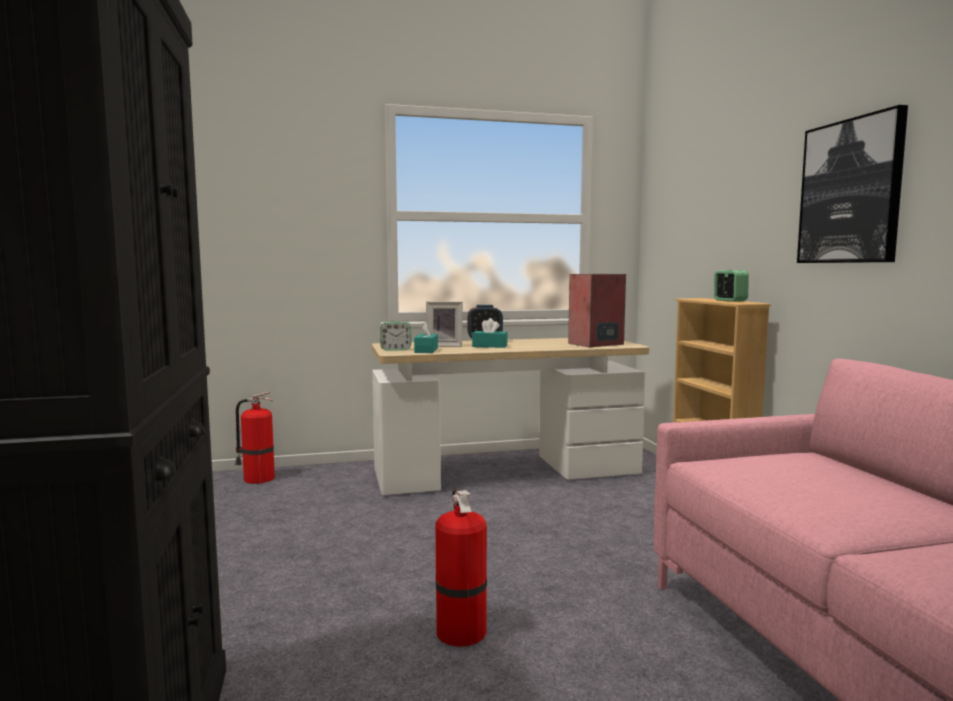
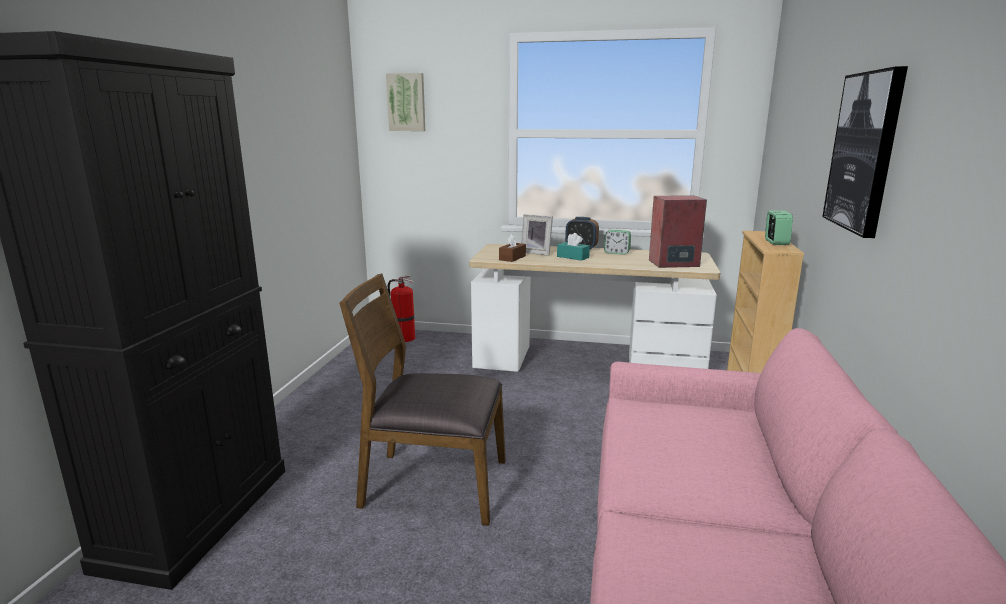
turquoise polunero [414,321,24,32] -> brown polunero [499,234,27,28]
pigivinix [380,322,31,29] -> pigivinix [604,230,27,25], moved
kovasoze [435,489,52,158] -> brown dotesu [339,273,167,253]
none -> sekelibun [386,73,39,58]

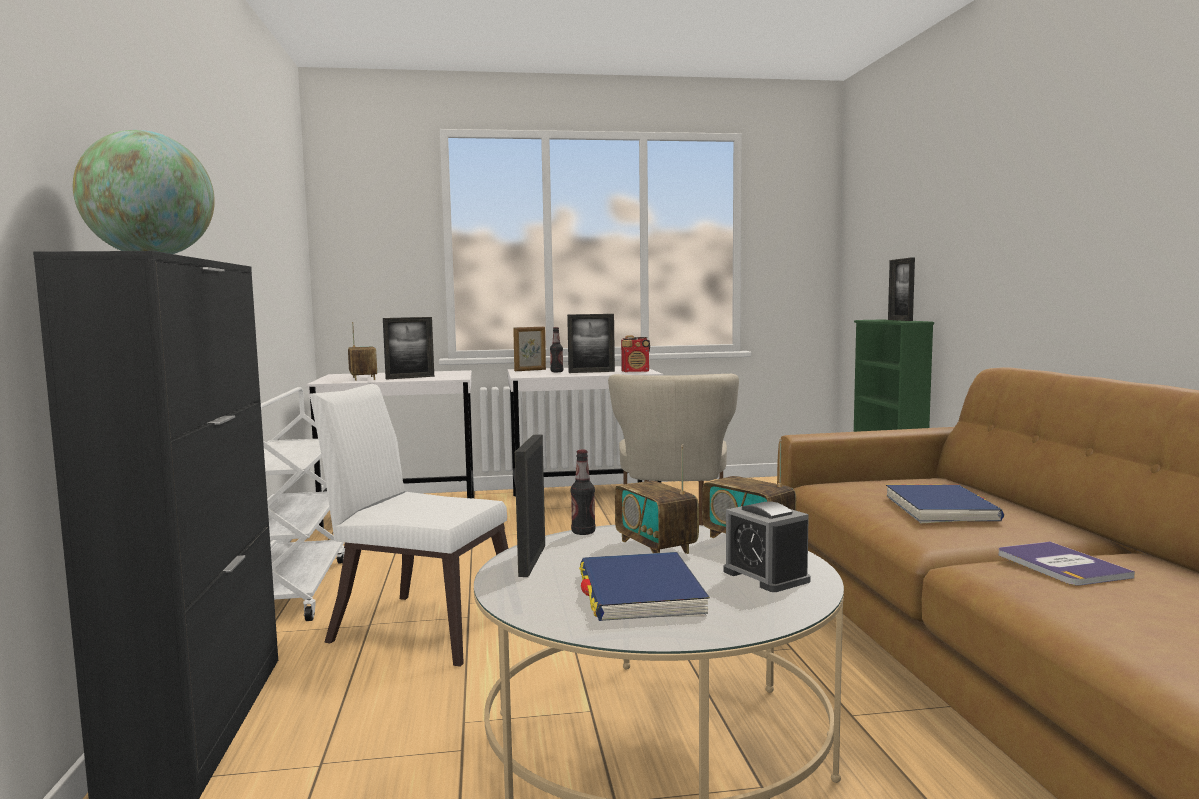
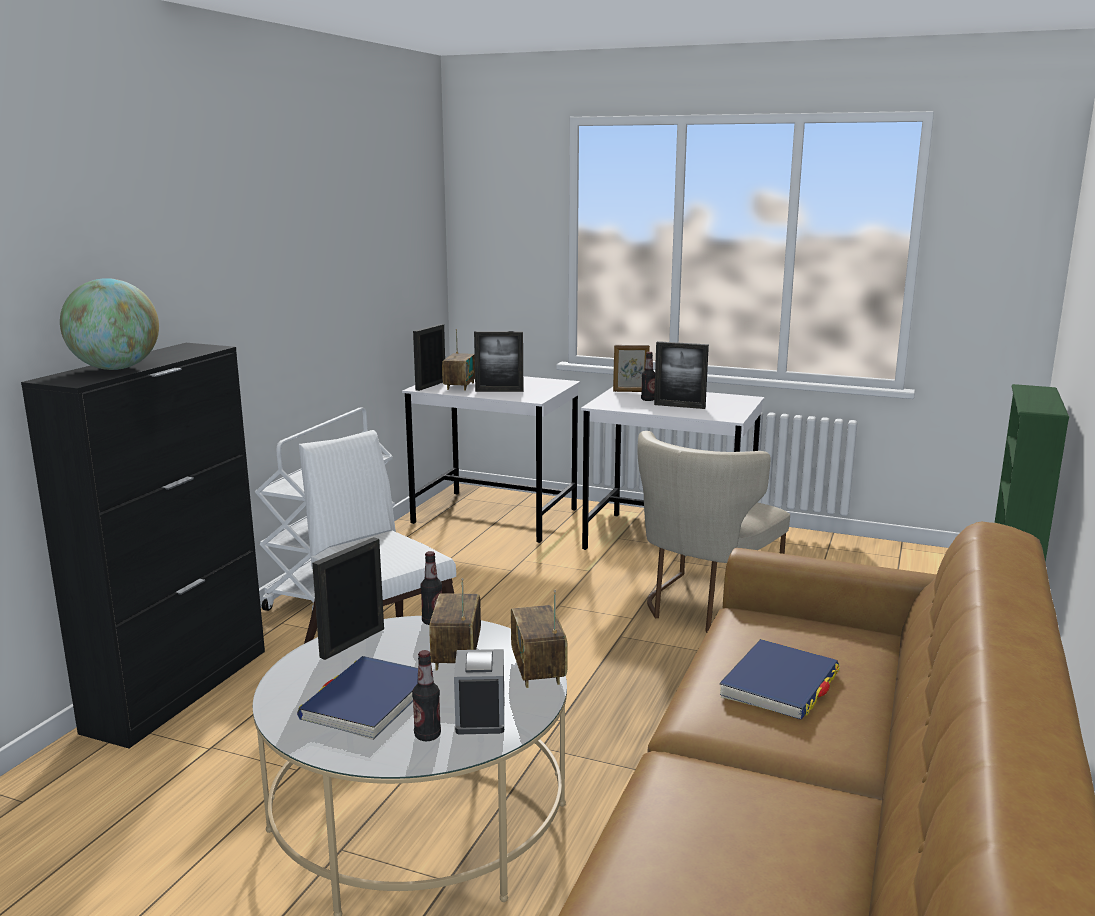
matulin [888,258,27,63] -> matulin [413,324,32,67], moved
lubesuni [621,335,29,37] -> none
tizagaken [998,542,137,44] -> none
none -> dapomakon [412,650,29,91]

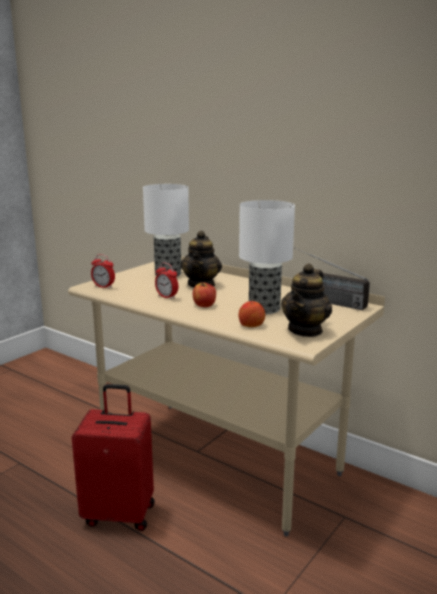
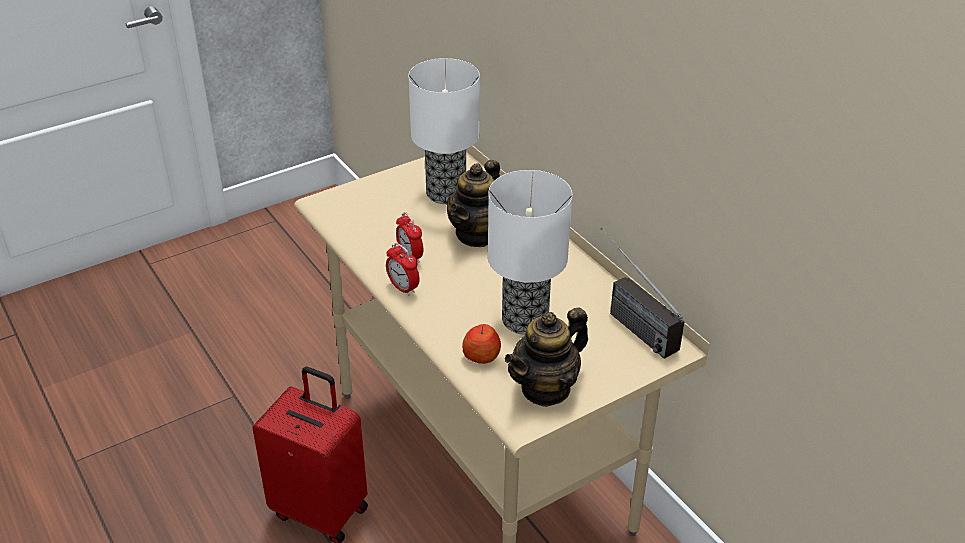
pigivinix [91,254,24,35] -> pigivinix [386,243,34,53], moved
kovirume [193,282,23,25] -> none

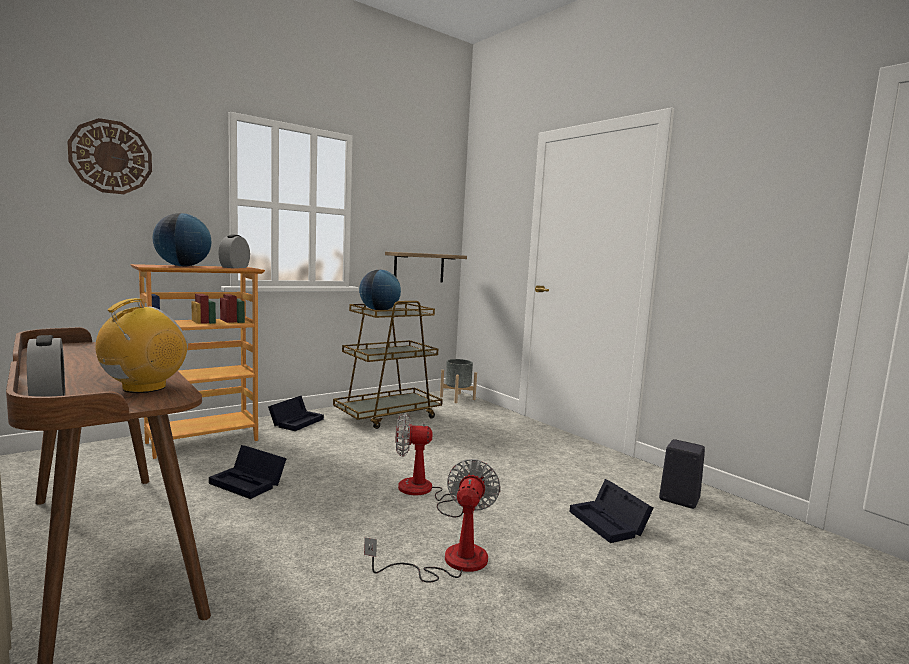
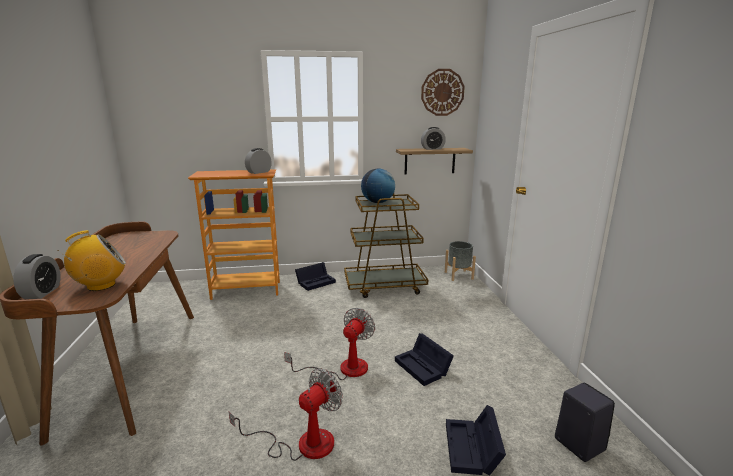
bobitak [67,118,85,76] -> bobitak [421,69,44,47], moved
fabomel [153,213,59,53] -> none
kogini [396,413,67,104] -> kogini [284,308,91,72], 90 degrees clockwise
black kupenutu [209,445,78,54] -> black kupenutu [395,333,59,53], moved
none -> pigivinix [421,127,25,23]

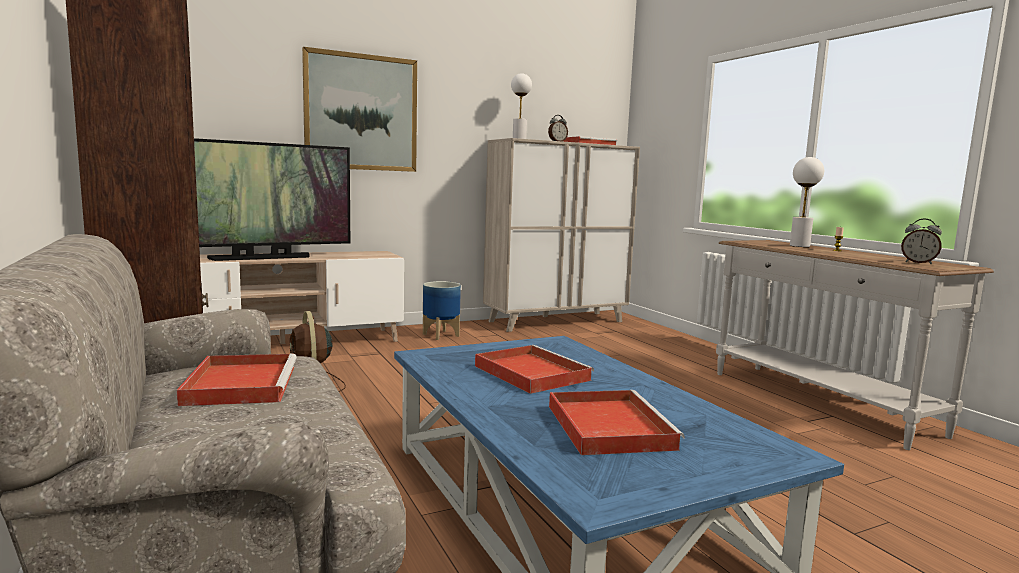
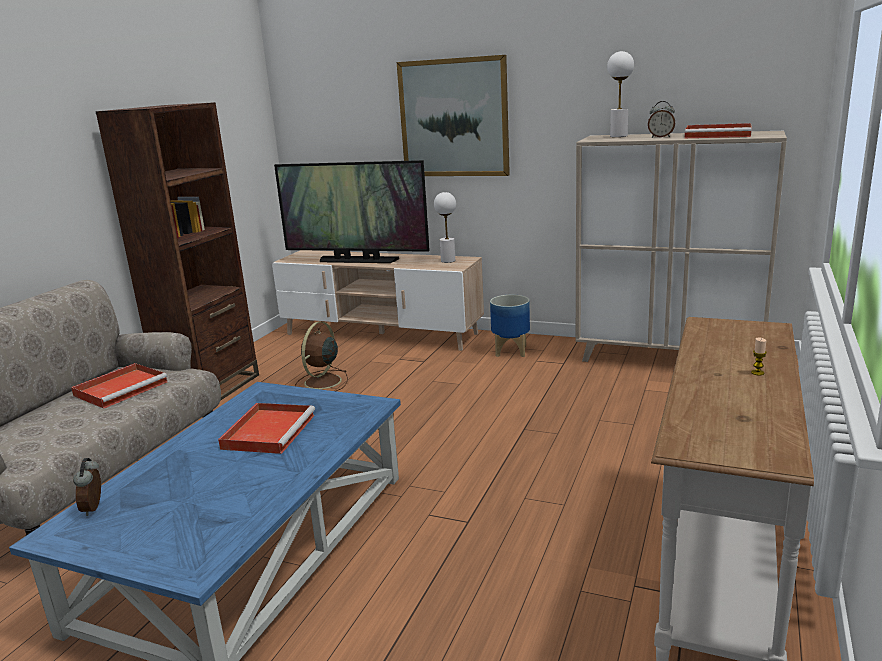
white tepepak [790,157,34,90] -> white tepepak [434,192,22,71], moved
pigivinix [901,219,41,45] -> pigivinix [73,458,28,58], moved
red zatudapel [549,390,136,65] -> none

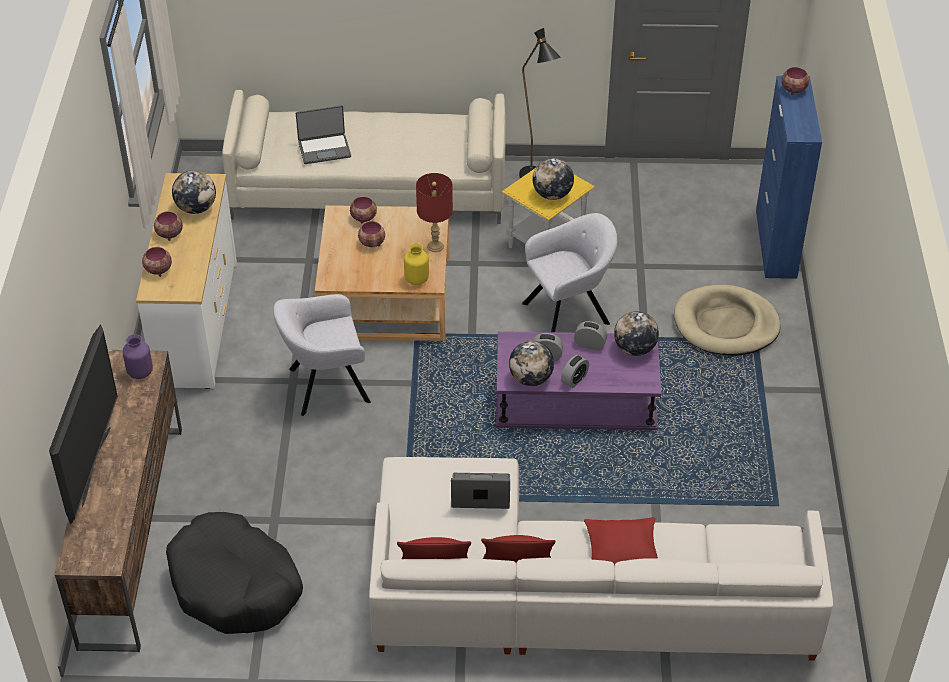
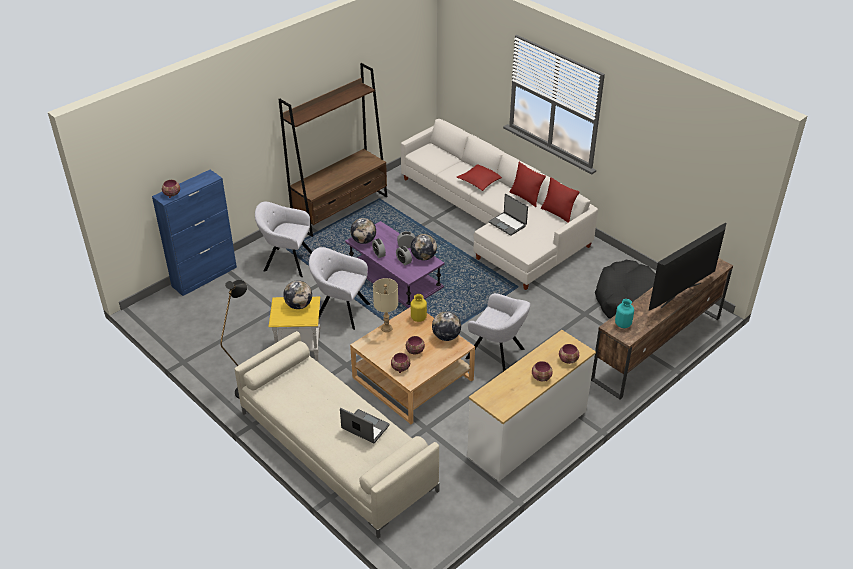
fabomel [172,170,44,44] -> fabomel [432,311,29,30], moved
red tepepak [416,173,37,79] -> beige tepepak [373,278,25,54]
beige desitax [674,285,106,70] -> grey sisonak [255,202,58,75]
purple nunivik [123,334,30,45] -> turquoise nunivik [615,299,19,29]
none -> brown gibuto [279,63,108,174]

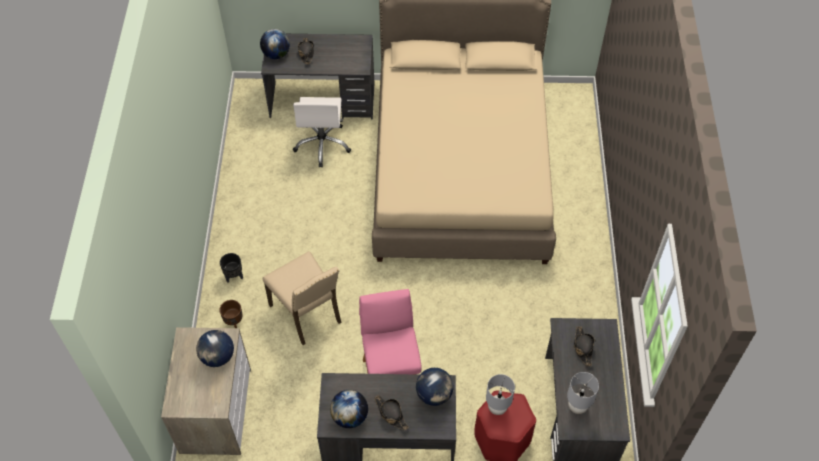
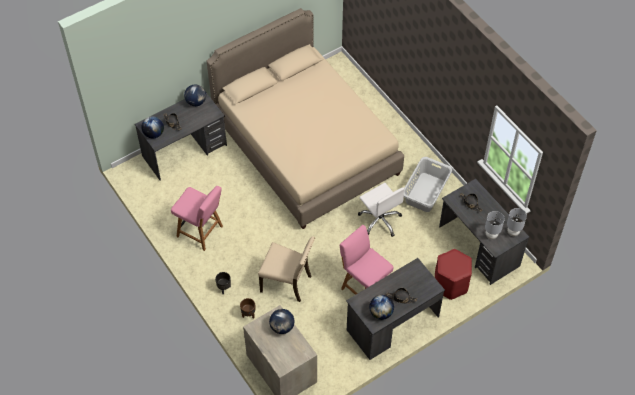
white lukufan [293,97,58,70] -> white lukufan [358,183,47,54], moved
fabomel [416,368,38,38] -> fabomel [184,85,22,21], moved
grey tepepak [486,374,29,41] -> grey tepepak [507,208,20,28], moved
none -> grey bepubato [404,157,48,55]
none -> pink dotesu [171,186,52,65]

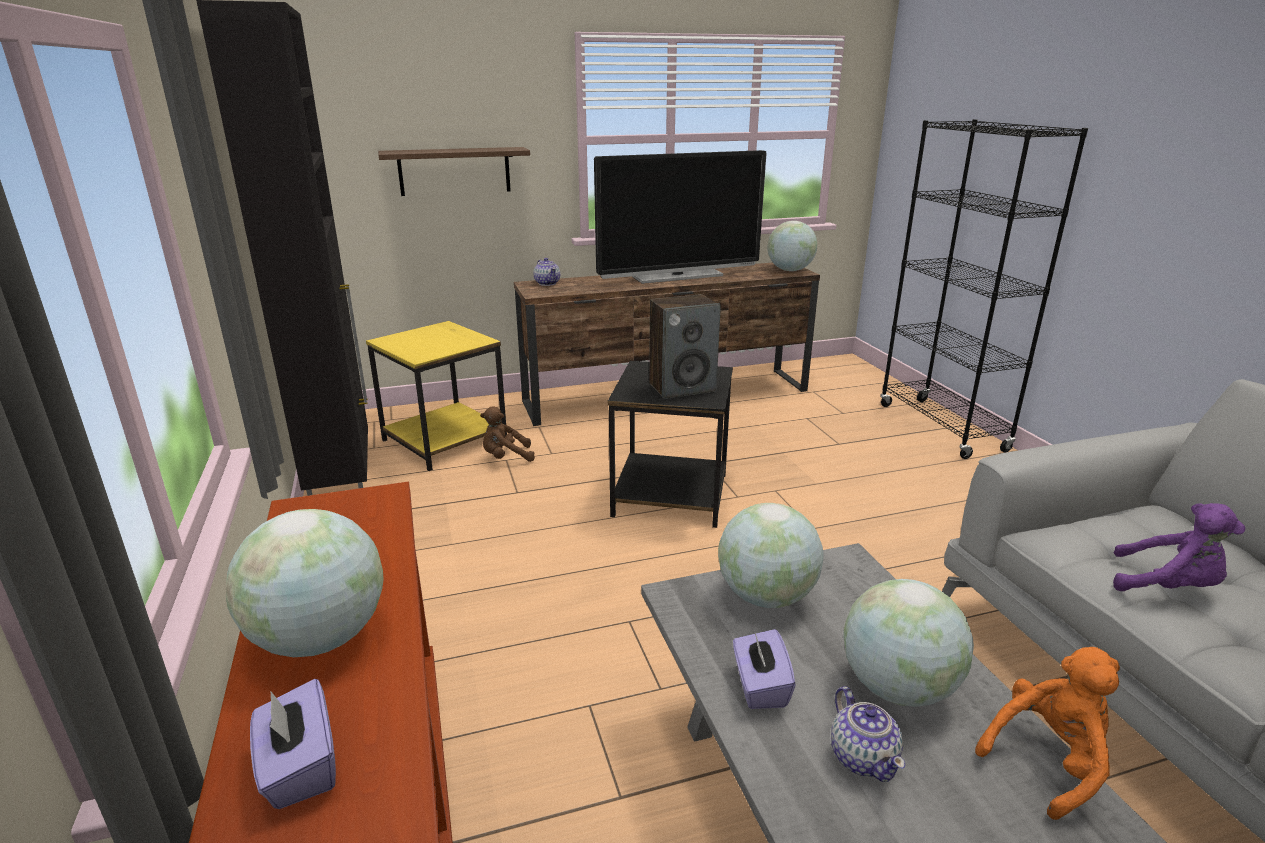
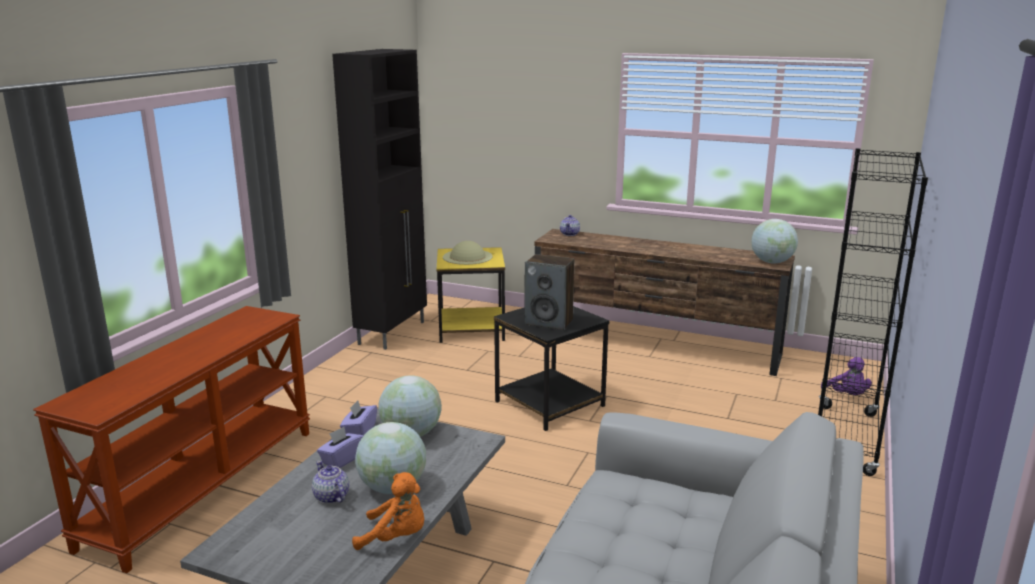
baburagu [378,147,152,49] -> none
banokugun [594,150,173,134] -> none
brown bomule [480,407,55,55] -> none
purple bomule [1113,503,133,88] -> purple bomule [821,357,51,38], moved
fabomel [226,509,158,148] -> none
purple polunero [250,679,86,130] -> purple polunero [340,400,37,35], moved
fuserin [831,686,74,96] -> fuserin [312,461,37,43], 120 degrees clockwise
none -> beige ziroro [443,241,50,24]

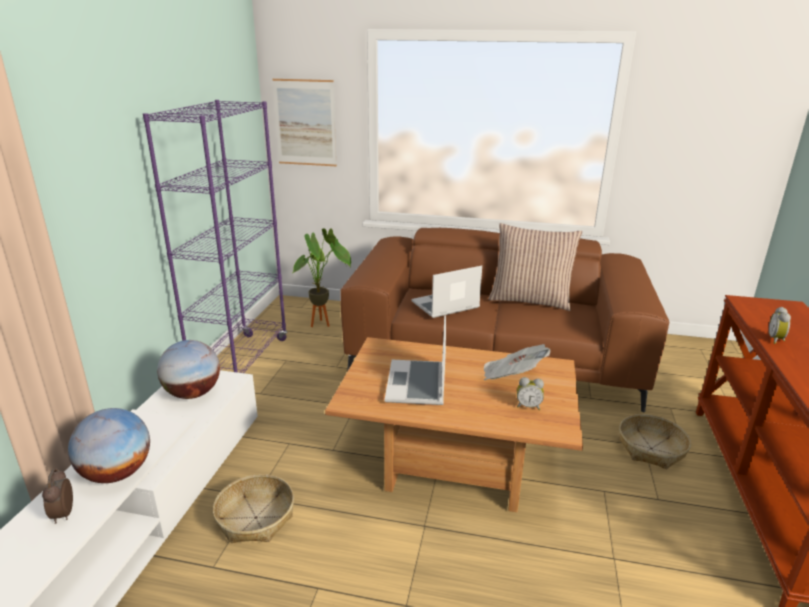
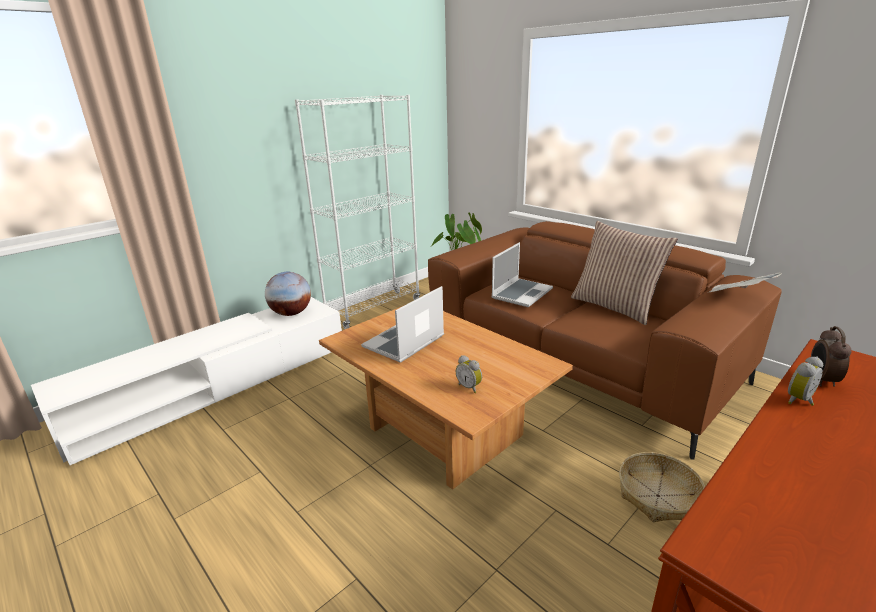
sekelibun [272,79,65,87] -> none
purple gibuto [143,100,144,273] -> white gibuto [295,95,125,234]
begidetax [411,266,71,52] -> begidetax [491,242,62,65], 120 degrees clockwise
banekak [484,344,67,36] -> banekak [707,272,75,21], moved
fabomel [68,408,82,75] -> none
pigivinix [42,468,31,56] -> pigivinix [811,326,41,61], moved
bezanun [213,474,81,69] -> none

